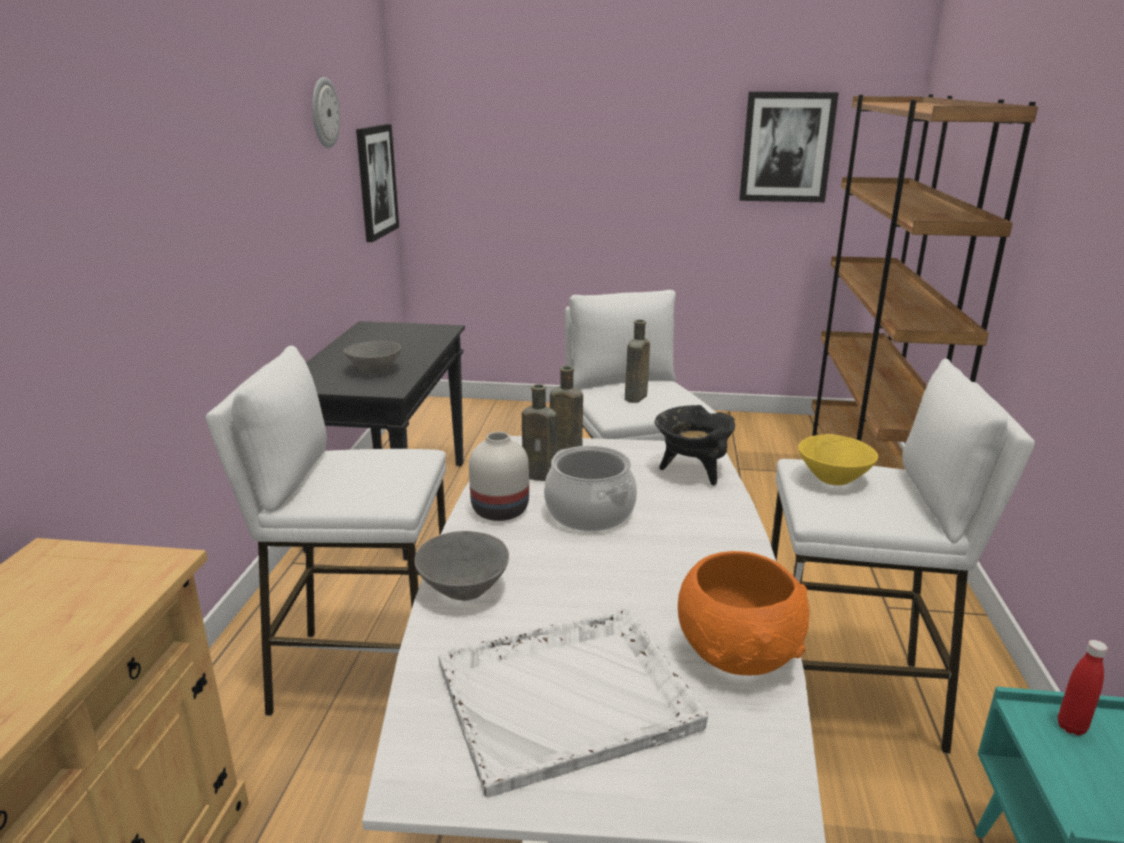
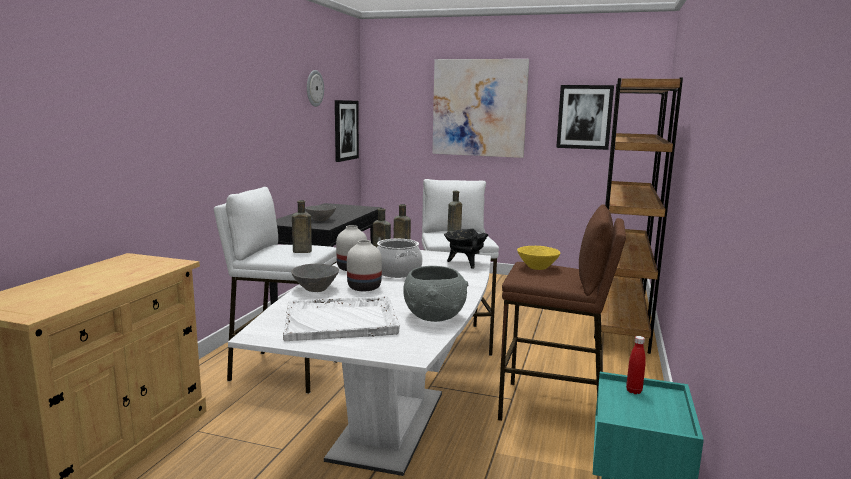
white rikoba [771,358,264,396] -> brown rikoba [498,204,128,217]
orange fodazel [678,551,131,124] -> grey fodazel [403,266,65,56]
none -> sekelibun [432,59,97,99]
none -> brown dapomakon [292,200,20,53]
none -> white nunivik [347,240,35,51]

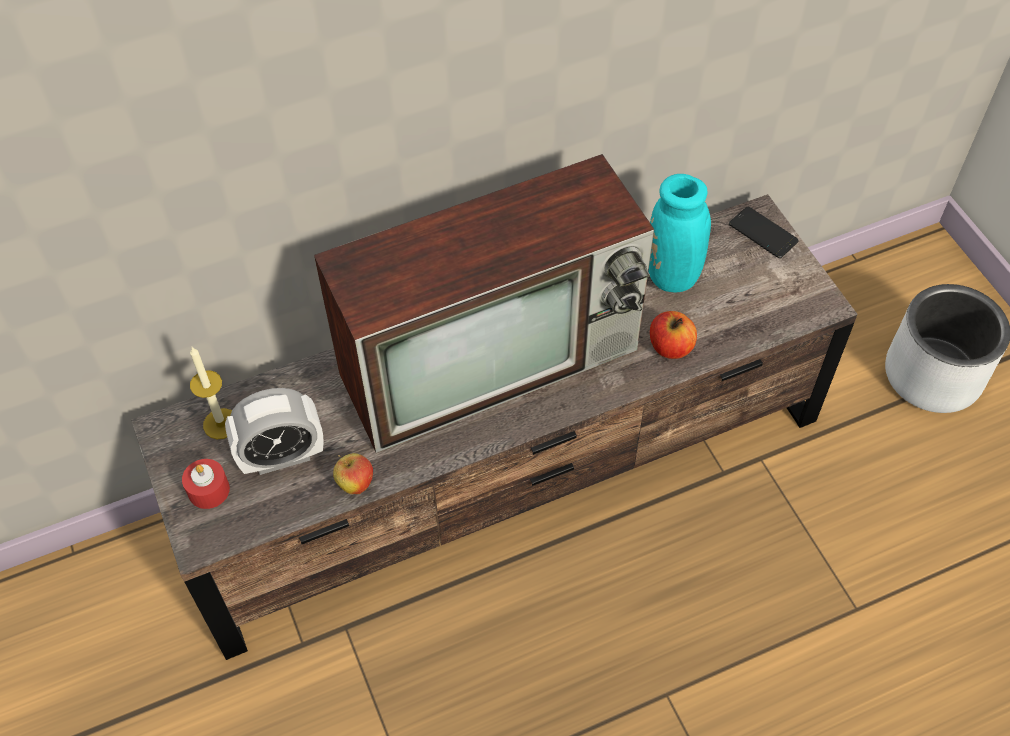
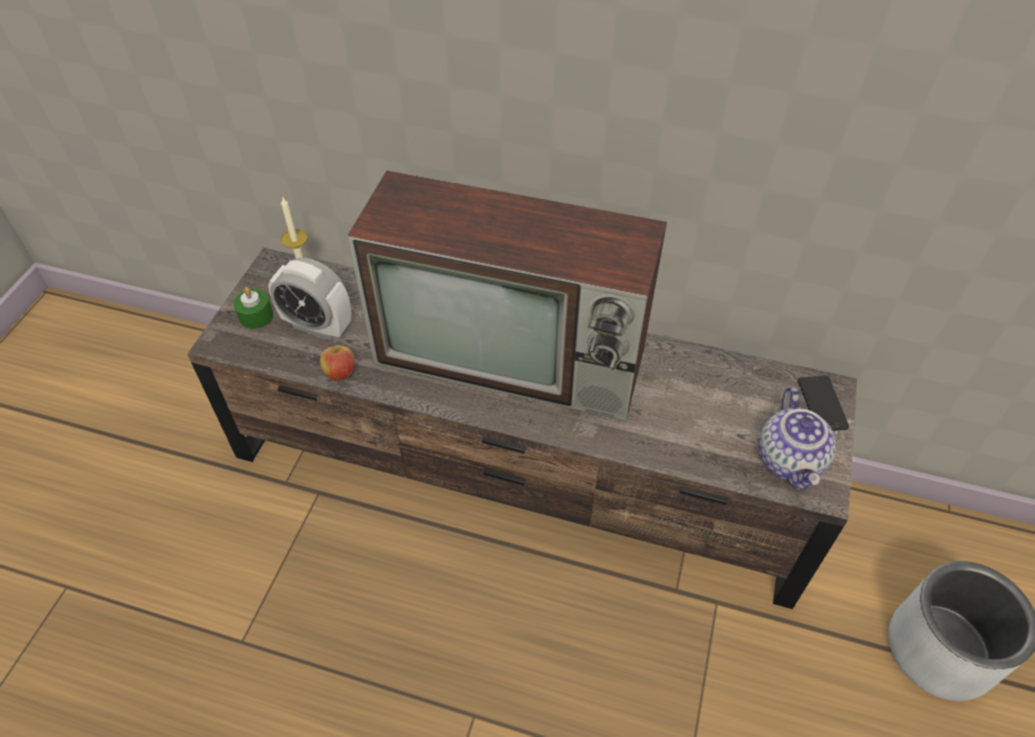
turquoise nunivik [648,174,120,119] -> none
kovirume [650,311,47,48] -> none
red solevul [182,459,48,50] -> green solevul [233,287,40,42]
none -> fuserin [758,387,78,104]

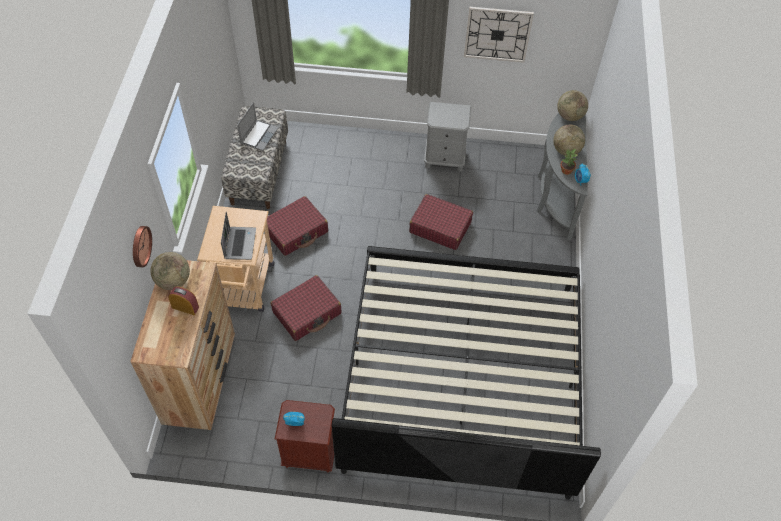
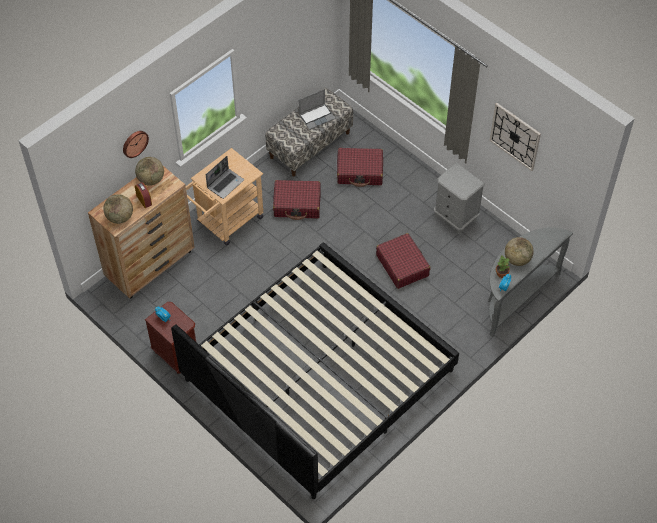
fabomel [557,90,31,31] -> fabomel [103,194,30,30], moved
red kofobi [271,275,70,66] -> red kofobi [337,148,46,39], moved

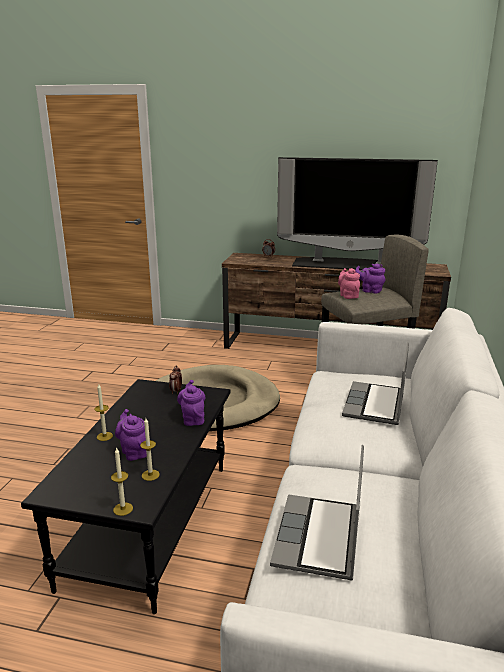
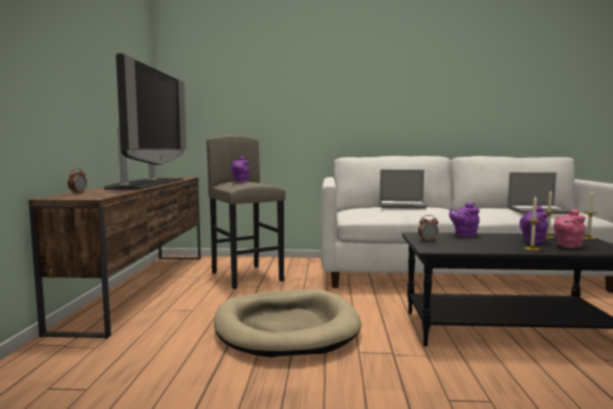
pink fuserin [338,268,22,31] -> pink fuserin [553,209,33,39], moved

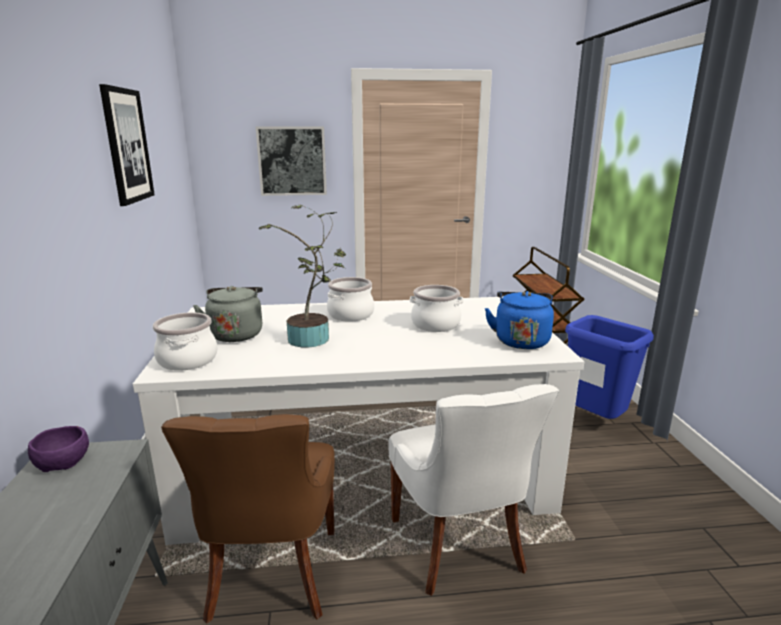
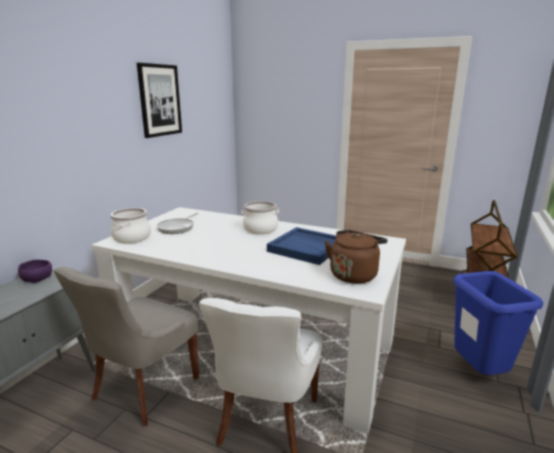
sekelibun [256,126,71,70] -> none
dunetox [259,204,87,144] -> none
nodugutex [410,285,53,47] -> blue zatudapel [267,227,69,38]
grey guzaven [193,286,70,56] -> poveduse [156,213,43,21]
blue guzaven [485,291,69,58] -> brown guzaven [325,230,62,54]
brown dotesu [161,414,174,210] -> grey dotesu [53,267,146,159]

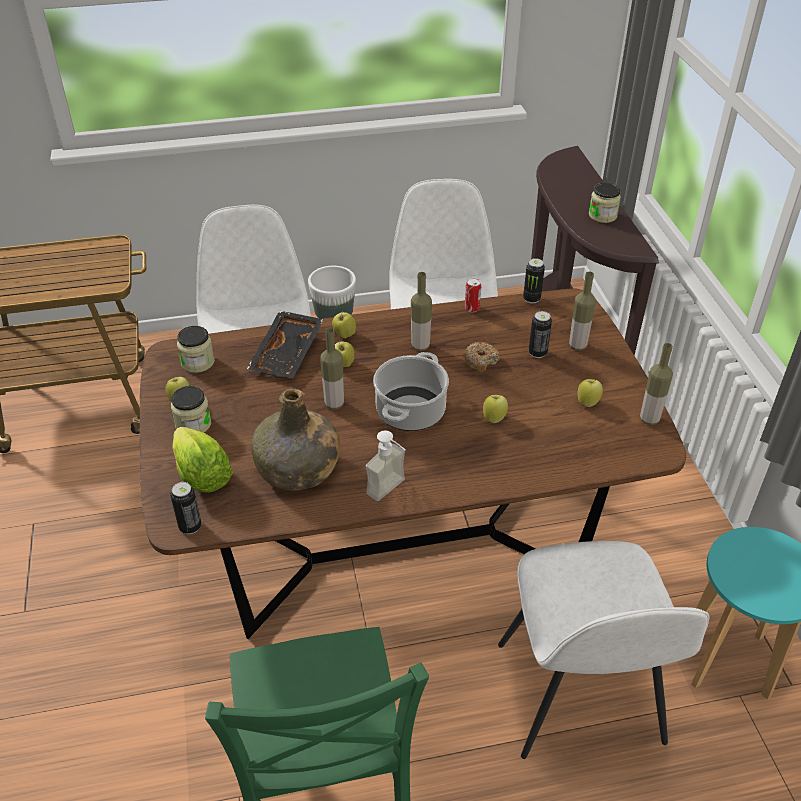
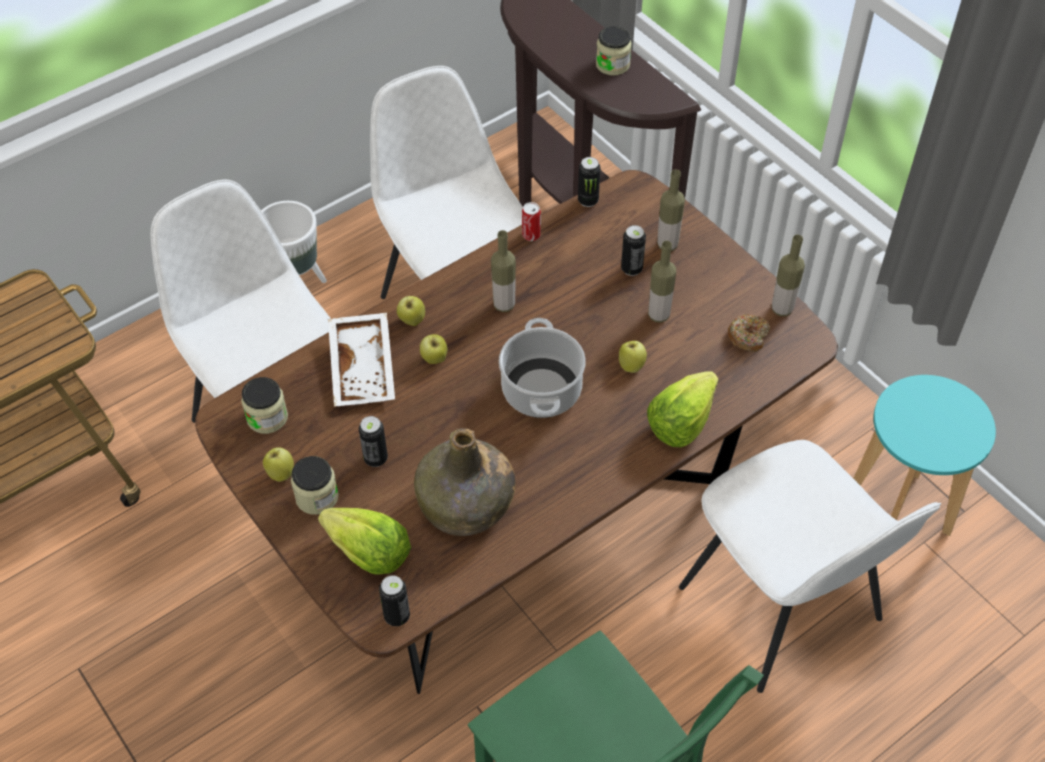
black zatudapel [247,311,77,67] -> white zatudapel [328,313,67,94]
dapomakon [320,328,24,81] -> dapomakon [648,241,28,82], moved
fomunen [463,342,36,30] -> fomunen [728,314,42,38], moved
kovirume [578,379,25,28] -> none
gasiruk [365,430,40,71] -> none
none -> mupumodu [647,371,71,76]
none -> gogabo [359,416,29,51]

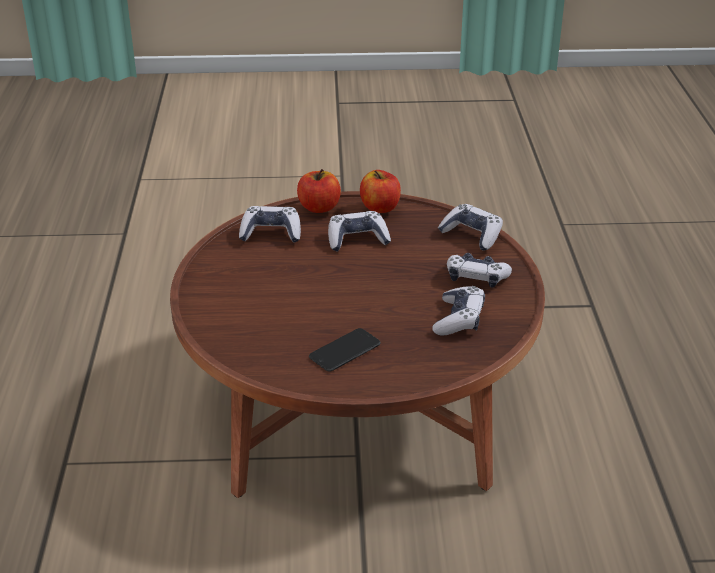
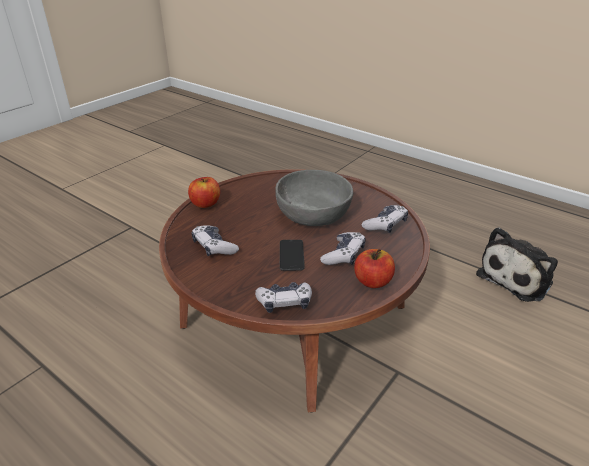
kovirume [297,169,44,44] -> kovirume [188,177,32,31], moved
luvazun [447,253,65,35] -> none
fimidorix [309,328,72,44] -> fimidorix [280,240,25,31], moved
none -> grey fodazel [275,170,78,56]
none -> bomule [476,227,82,75]

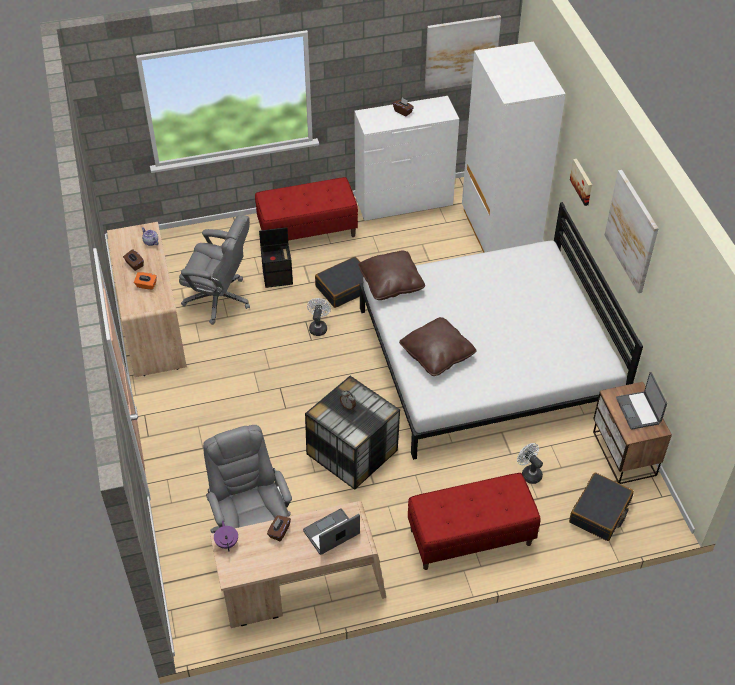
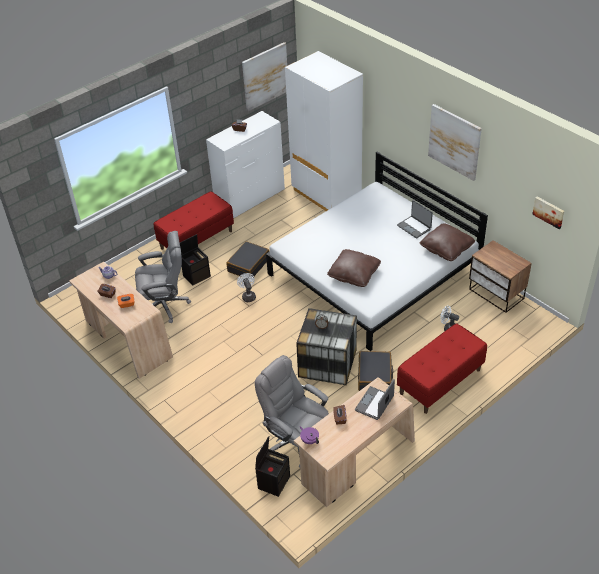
sekelibun [570,159,22,47] -> sekelibun [532,197,33,32], moved
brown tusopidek [358,251,67,49] -> brown tusopidek [420,223,55,38], moved
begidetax [616,372,51,58] -> begidetax [397,200,36,39], moved
black kofobi [569,472,65,69] -> black kofobi [358,351,36,40], moved
none -> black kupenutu [255,436,35,61]

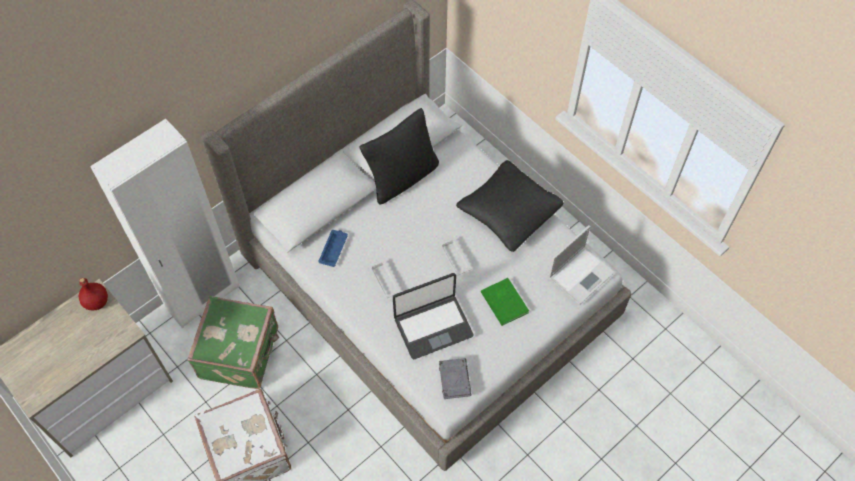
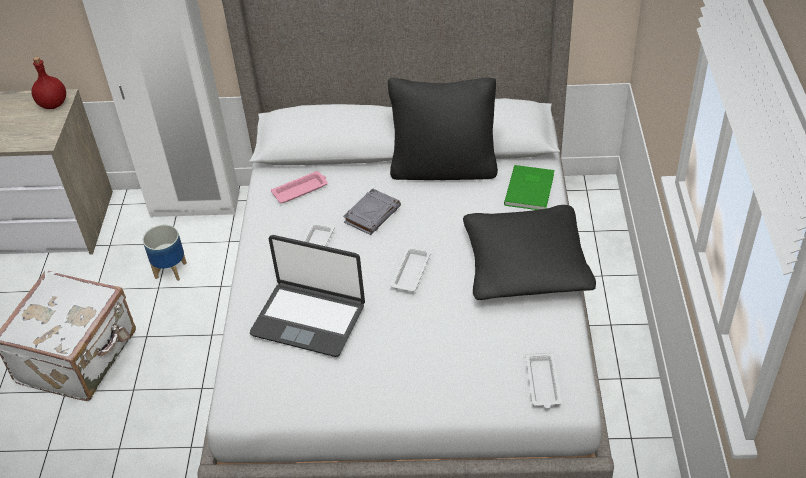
begidetax [548,225,67,80] -> white zatudapel [526,351,36,58]
blue zatudapel [318,230,30,37] -> pink zatudapel [271,171,57,32]
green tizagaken [481,278,48,48] -> green tizagaken [504,165,50,45], moved
green kofobi [187,296,92,93] -> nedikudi [143,225,44,56]
grey tizagaken [439,358,33,41] -> grey tizagaken [343,188,58,47], moved

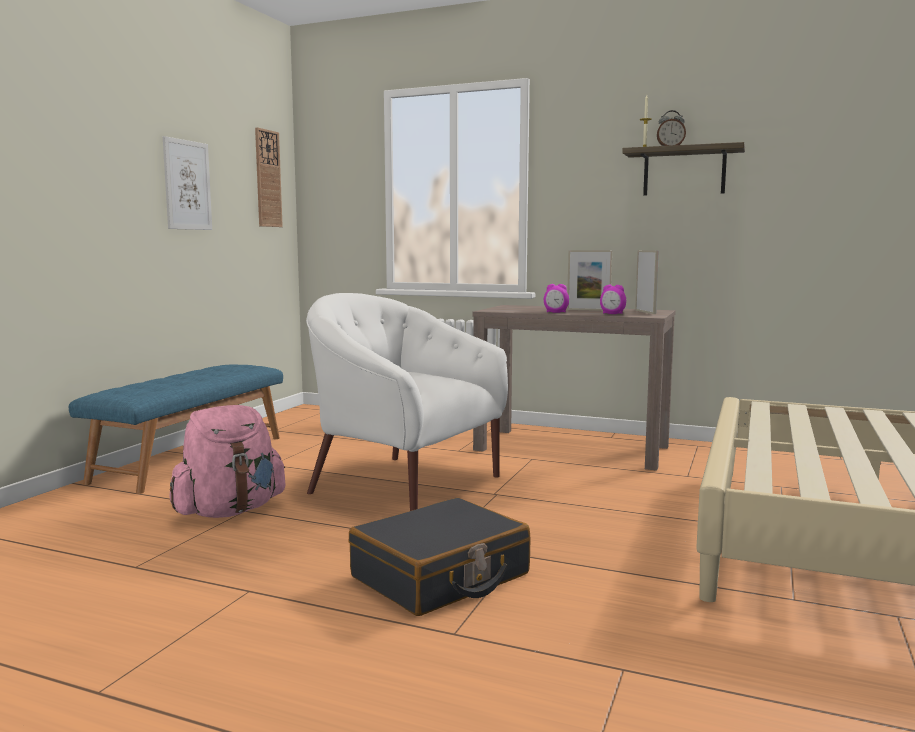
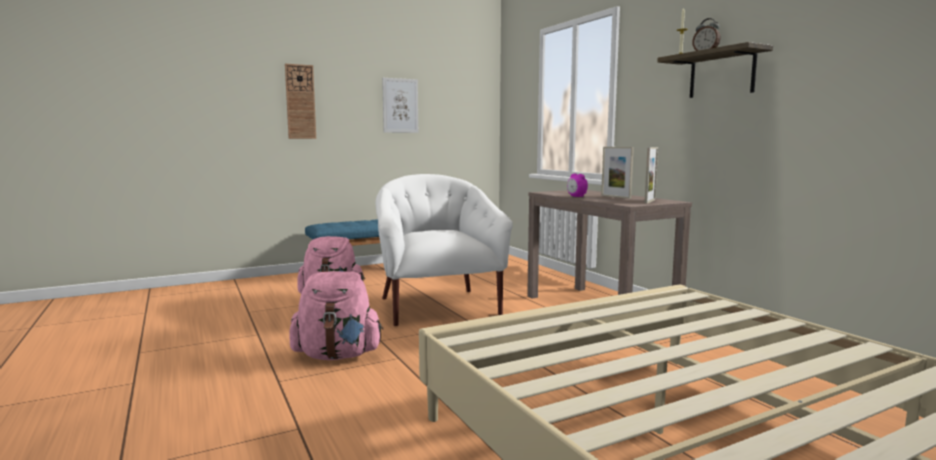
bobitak [255,127,28,100] -> bobitak [285,64,31,75], moved
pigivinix [600,285,26,29] -> none
black kofobi [349,498,182,118] -> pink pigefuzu [290,271,93,89]

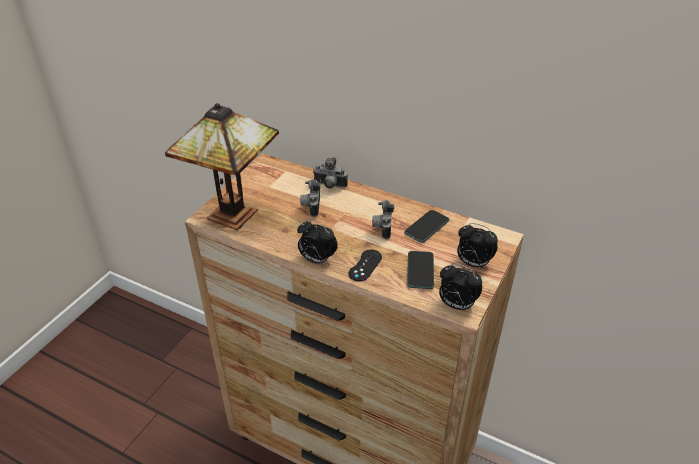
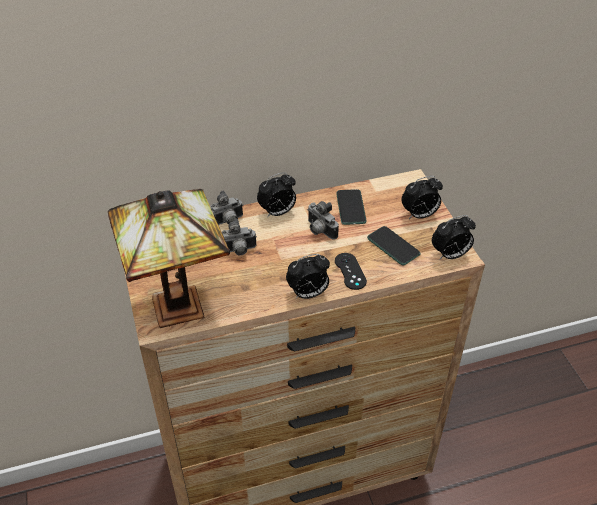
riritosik [300,180,21,37] -> riritosik [222,218,35,37], 60 degrees counterclockwise
none -> pigivinix [257,172,39,46]

